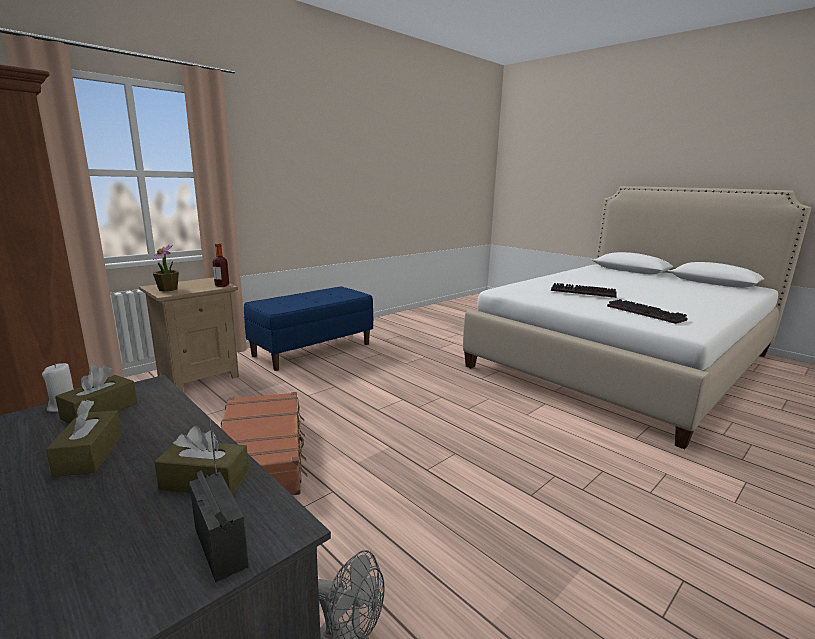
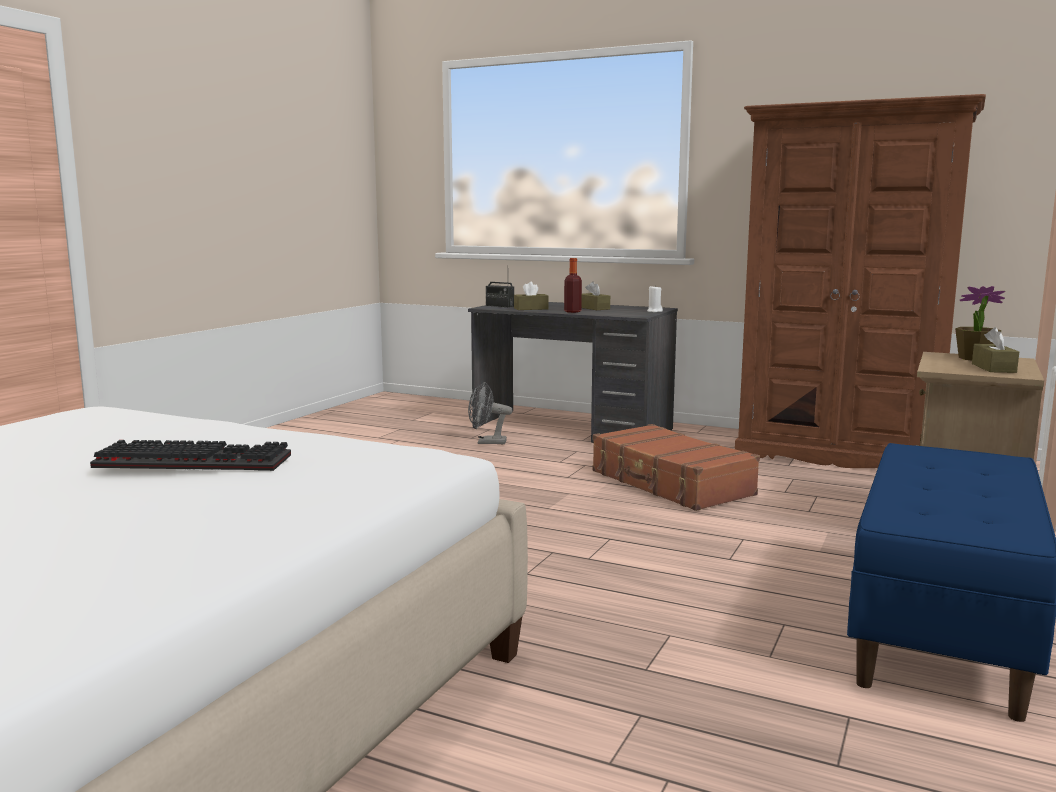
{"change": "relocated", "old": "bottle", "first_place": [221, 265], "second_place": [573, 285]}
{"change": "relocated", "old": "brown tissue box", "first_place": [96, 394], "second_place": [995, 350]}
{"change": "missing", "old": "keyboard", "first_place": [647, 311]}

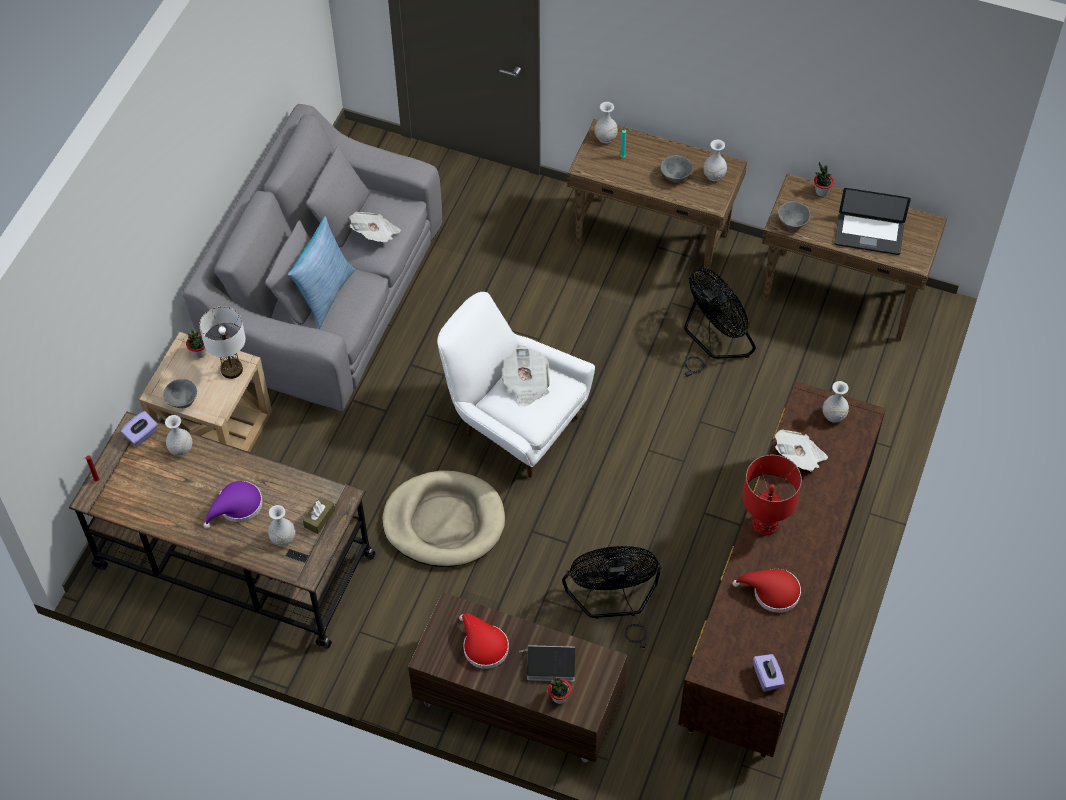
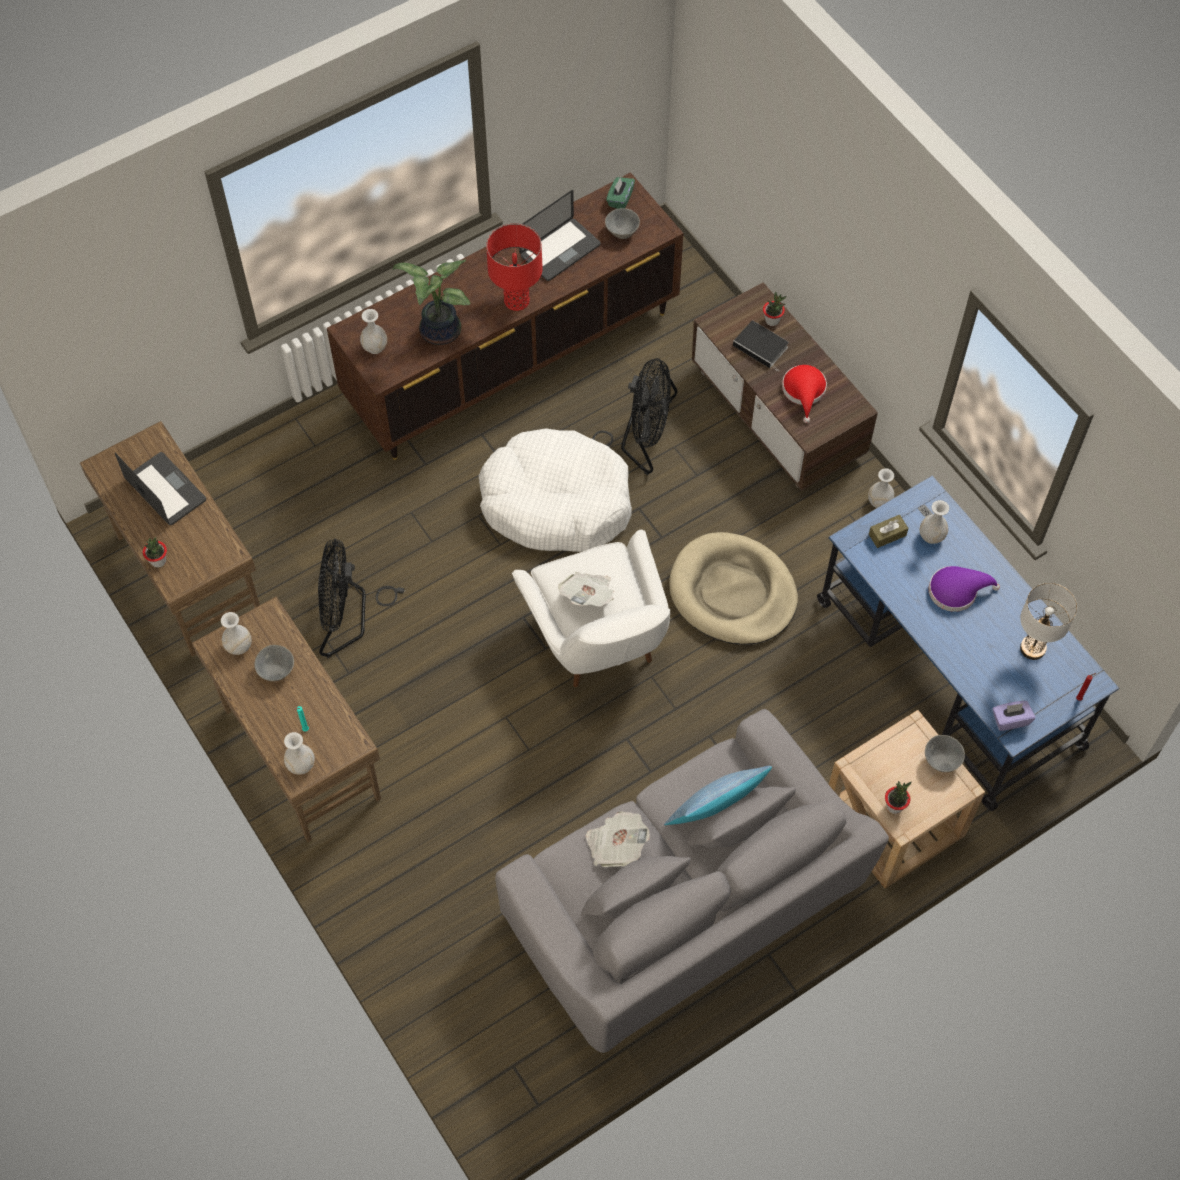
{"change": "exchanged", "old": "newspaper", "new": "potted plant", "first_place": [801, 450], "second_place": [432, 302]}
{"change": "appeared", "new": "white dog bed", "second_place": [555, 490]}
{"change": "exchanged", "old": "red hat", "new": "laptop", "first_place": [767, 591], "second_place": [560, 235]}
{"change": "spun", "old": "black fan", "first_place": [612, 597], "second_place": [634, 416], "degrees": -105}
{"change": "relocated", "old": "grey bowl", "first_place": [794, 215], "second_place": [622, 223]}
{"change": "colour", "old": "purple tissue box", "new": "green tissue box", "first_place": [769, 673], "second_place": [620, 193]}
{"change": "colour", "old": "brown desk", "new": "blue desk", "first_place": [222, 529], "second_place": [968, 643]}
{"change": "relocated", "old": "white vase", "first_place": [179, 435], "second_place": [881, 488]}
{"change": "relocated", "old": "table lamp", "first_place": [222, 343], "second_place": [1048, 621]}

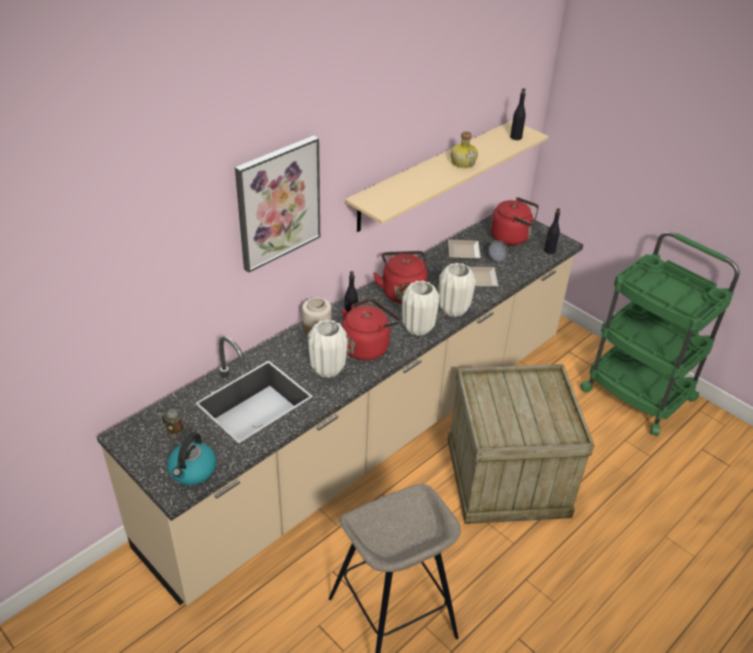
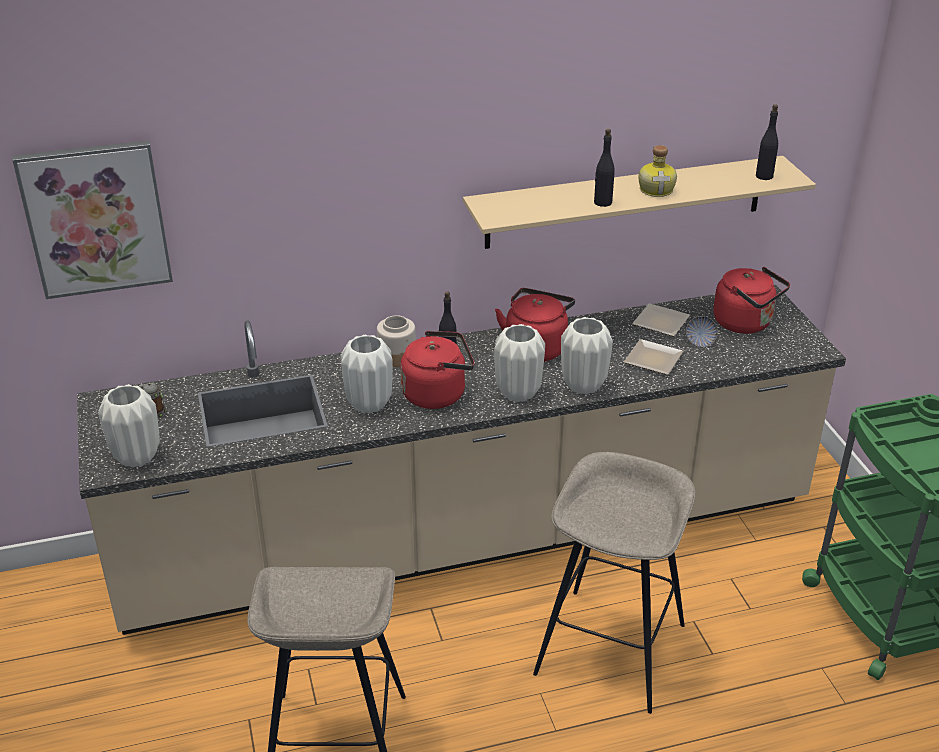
{"change": "relocated", "old": "picture", "first_place": [277, 204], "second_place": [92, 219]}
{"change": "exchanged", "old": "kettle", "new": "white vase", "first_place": [191, 458], "second_place": [129, 426]}
{"change": "exchanged", "old": "crate", "new": "grey stool", "first_place": [521, 444], "second_place": [614, 583]}
{"change": "relocated", "old": "black bottle", "first_place": [552, 231], "second_place": [604, 168]}

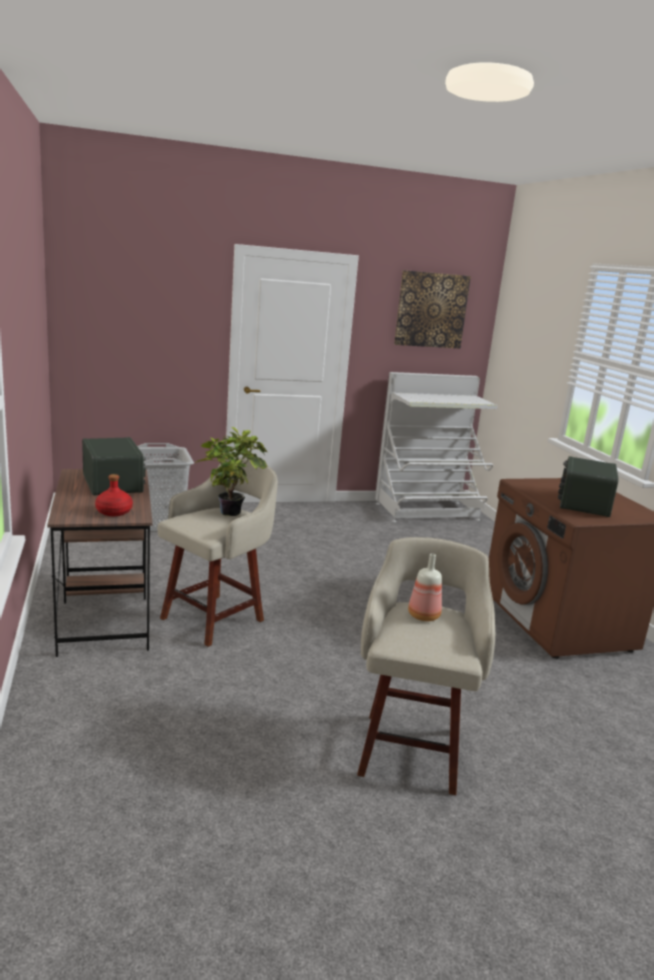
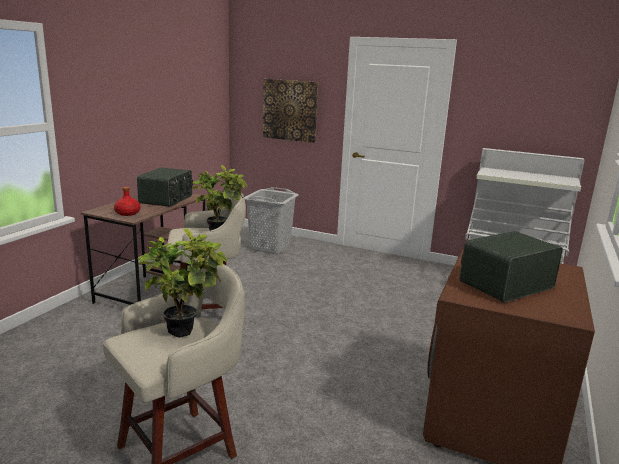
{"change": "exchanged", "old": "bottle", "new": "potted plant", "first_place": [425, 587], "second_place": [182, 283]}
{"change": "relocated", "old": "picture", "first_place": [432, 309], "second_place": [290, 111]}

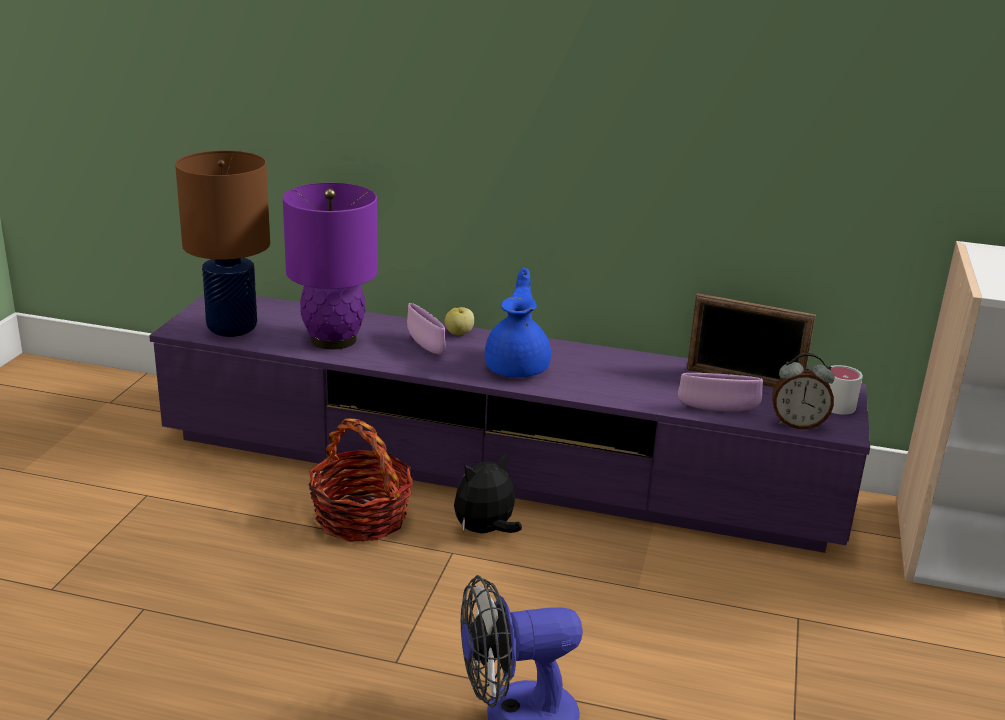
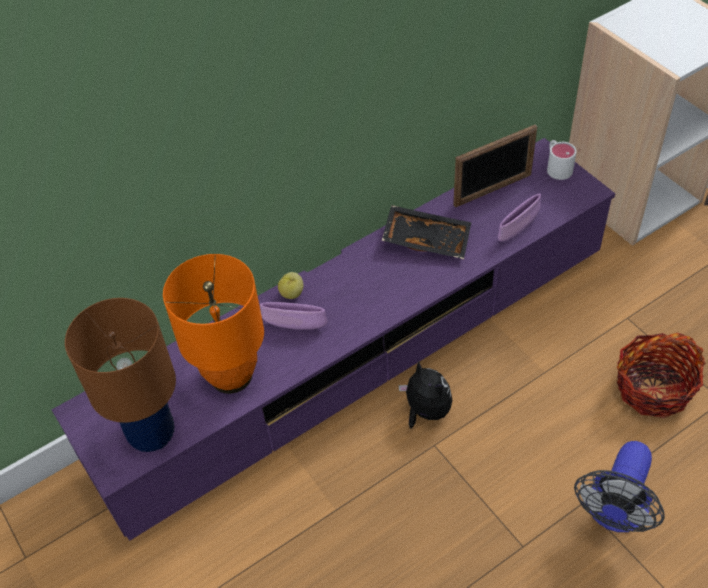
{"change": "colour", "old": "purple table lamp", "new": "orange table lamp", "first_place": [330, 266], "second_place": [213, 324]}
{"change": "appeared", "new": "black tray", "second_place": [427, 232]}
{"change": "spun", "old": "plush toy", "first_place": [488, 493], "second_place": [425, 394], "degrees": 135}
{"change": "relocated", "old": "basket", "first_place": [360, 480], "second_place": [661, 375]}
{"change": "missing", "old": "blue teapot", "first_place": [518, 323]}
{"change": "missing", "old": "alarm clock", "first_place": [803, 391]}

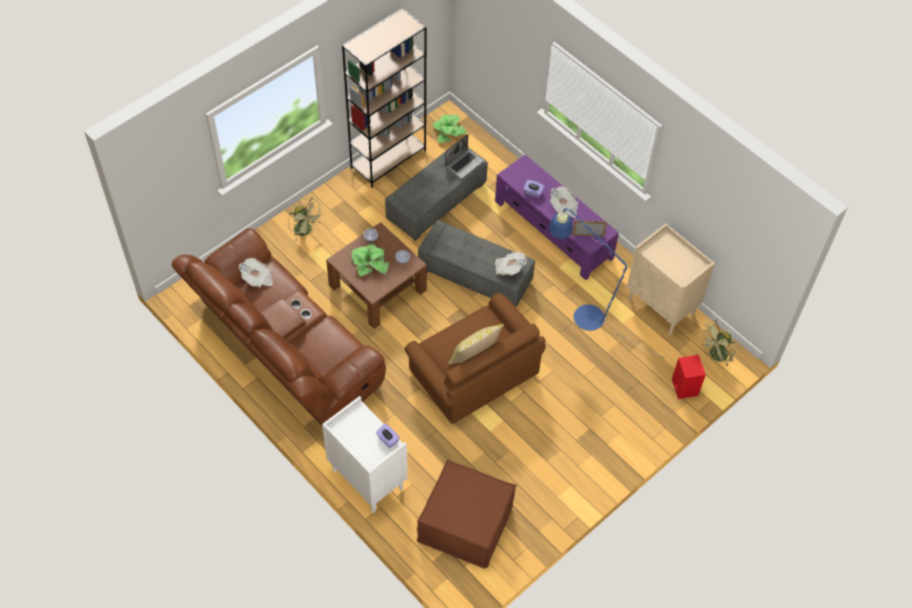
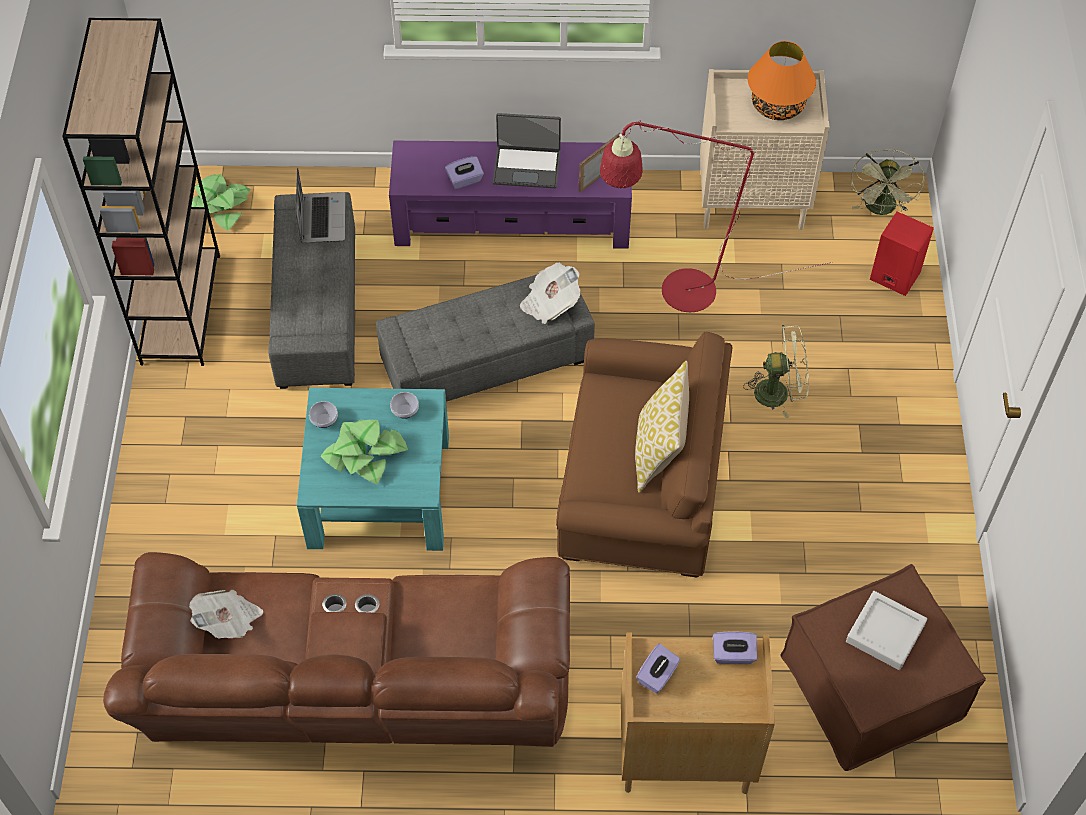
{"change": "colour", "old": "brown coffee table", "new": "turquoise coffee table", "first_place": [376, 275], "second_place": [373, 469]}
{"change": "exchanged", "old": "newspaper", "new": "laptop", "first_place": [564, 202], "second_place": [527, 150]}
{"change": "colour", "old": "blue floor lamp", "new": "red floor lamp", "first_place": [607, 283], "second_place": [716, 216]}
{"change": "colour", "old": "white cabinet", "new": "brown cabinet", "first_place": [364, 454], "second_place": [698, 713]}
{"change": "appeared", "new": "purple tissue box", "second_place": [658, 669]}
{"change": "relocated", "old": "green fan", "first_place": [306, 219], "second_place": [776, 371]}
{"change": "appeared", "new": "orange table lamp", "second_place": [782, 80]}
{"change": "appeared", "new": "grey tray", "second_place": [886, 630]}

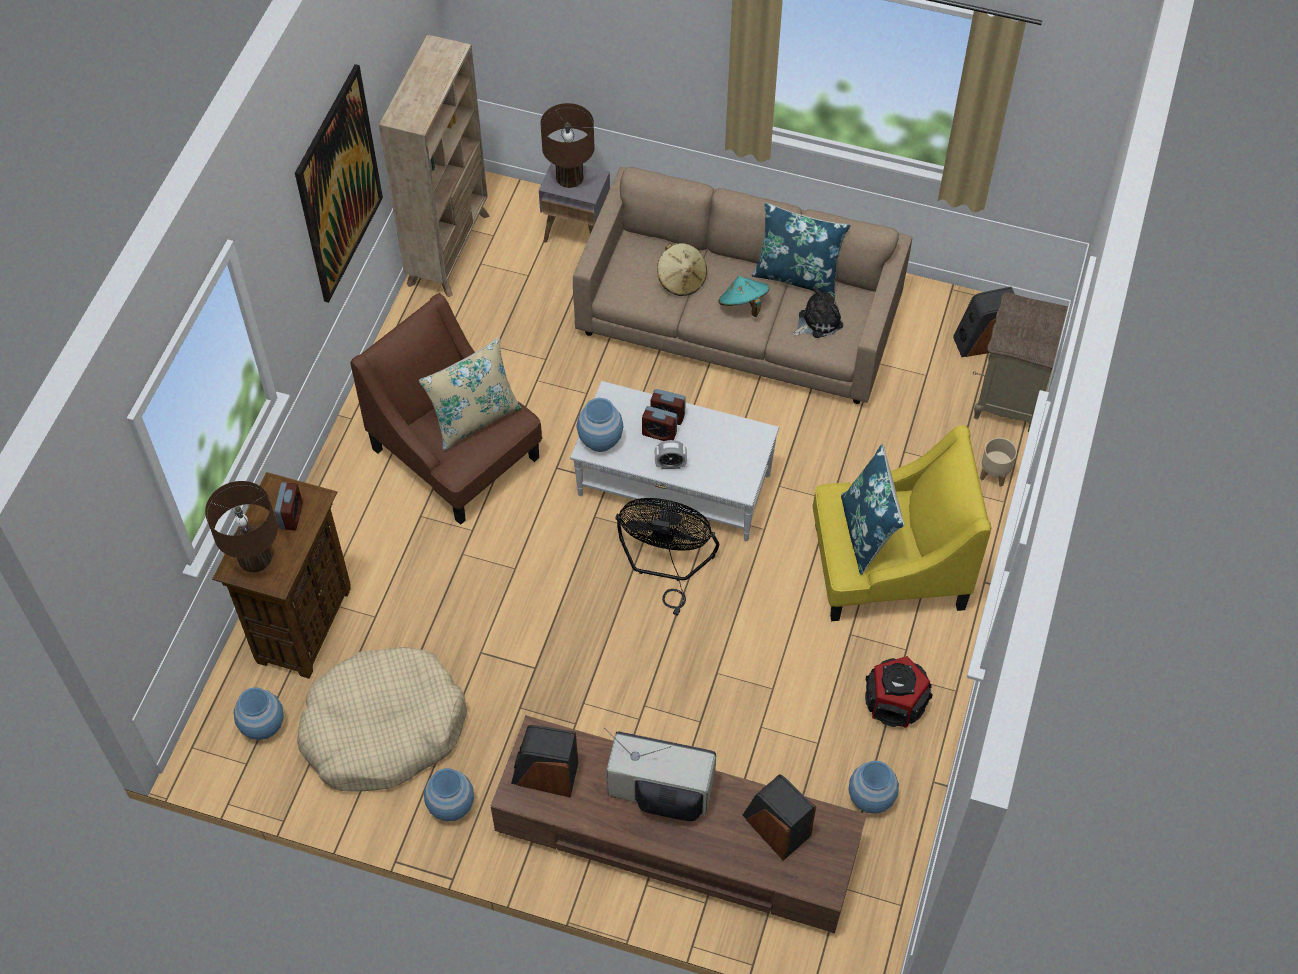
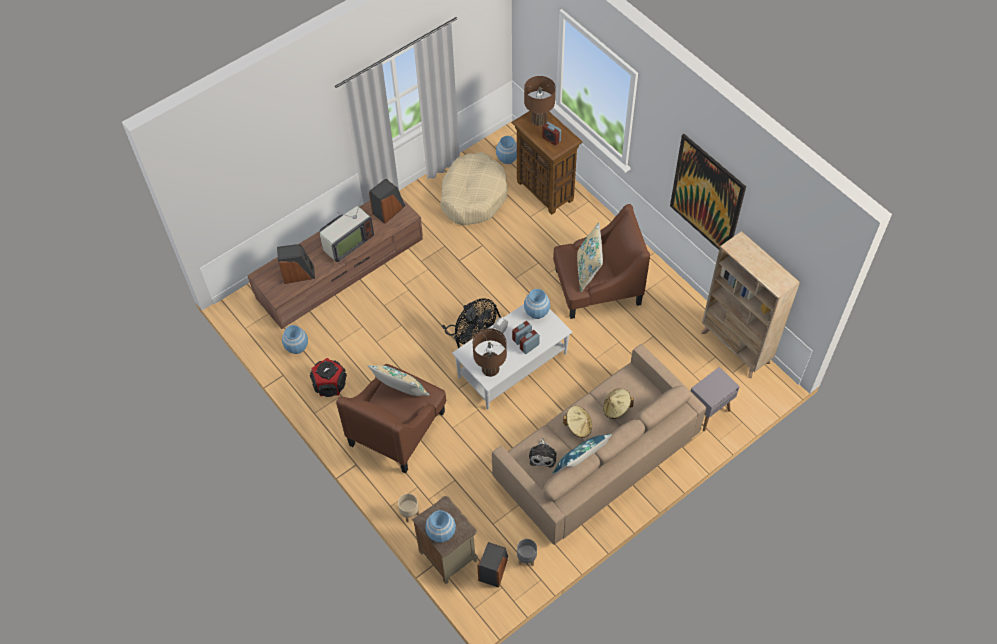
{"change": "colour", "old": "yellow armchair", "new": "brown armchair", "first_place": [902, 523], "second_place": [391, 418]}
{"change": "colour", "old": "blue pillow", "new": "beige pillow", "first_place": [872, 509], "second_place": [398, 380]}
{"change": "relocated", "old": "blue vase", "first_place": [449, 794], "second_place": [440, 526]}
{"change": "relocated", "old": "brown table lamp", "first_place": [567, 145], "second_place": [490, 352]}
{"change": "appeared", "new": "grey planter", "second_place": [527, 552]}
{"change": "colour", "old": "turquoise hat", "new": "beige hat", "first_place": [743, 296], "second_place": [577, 422]}

